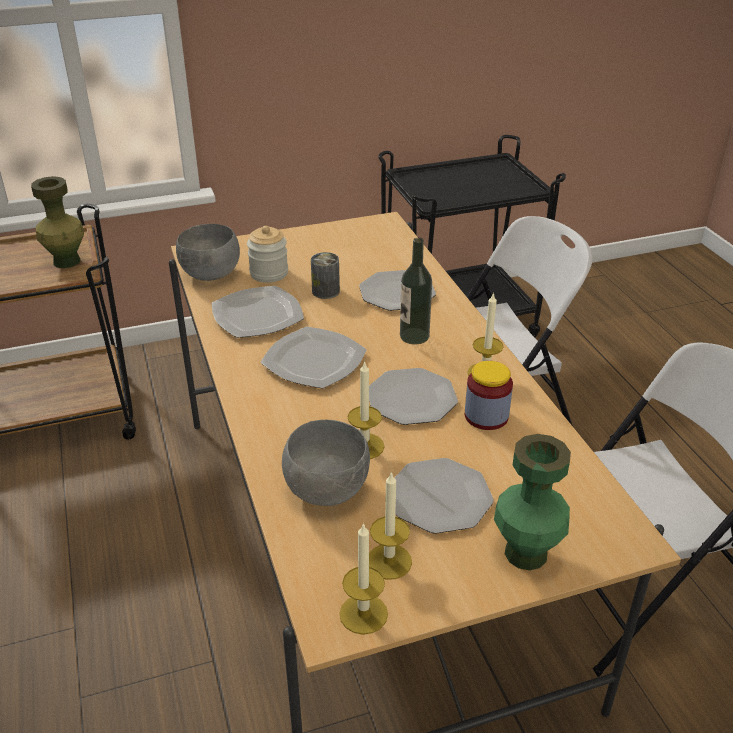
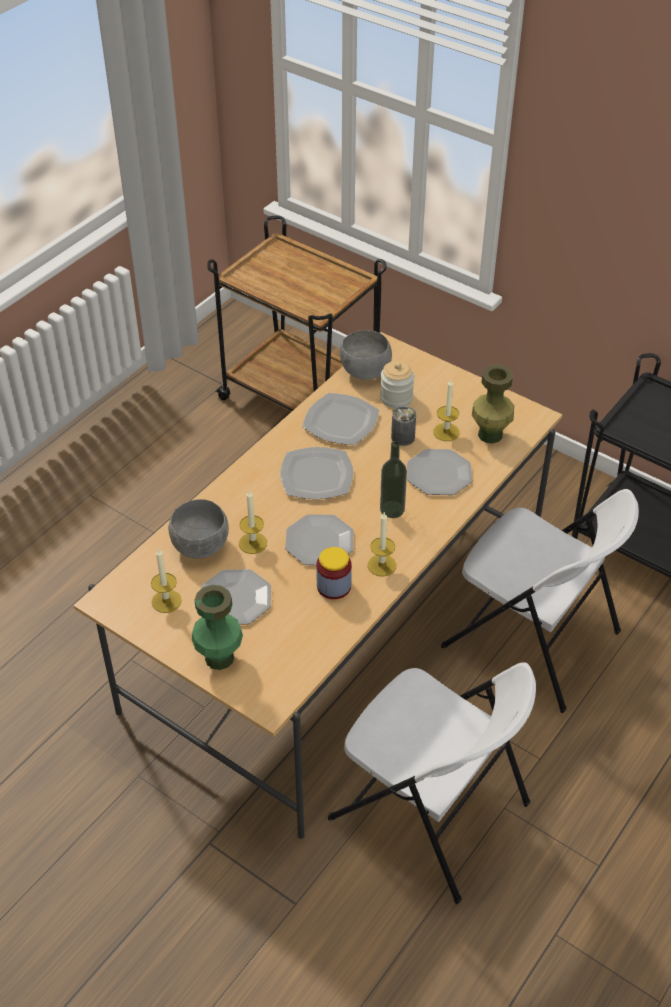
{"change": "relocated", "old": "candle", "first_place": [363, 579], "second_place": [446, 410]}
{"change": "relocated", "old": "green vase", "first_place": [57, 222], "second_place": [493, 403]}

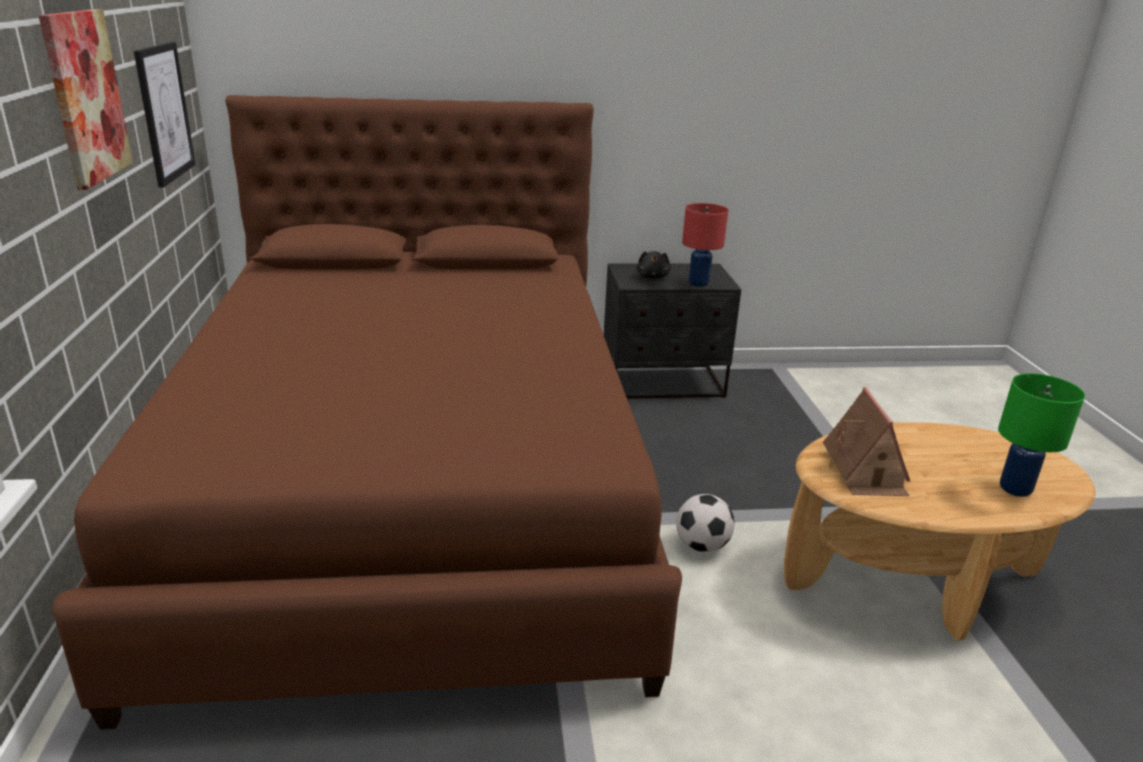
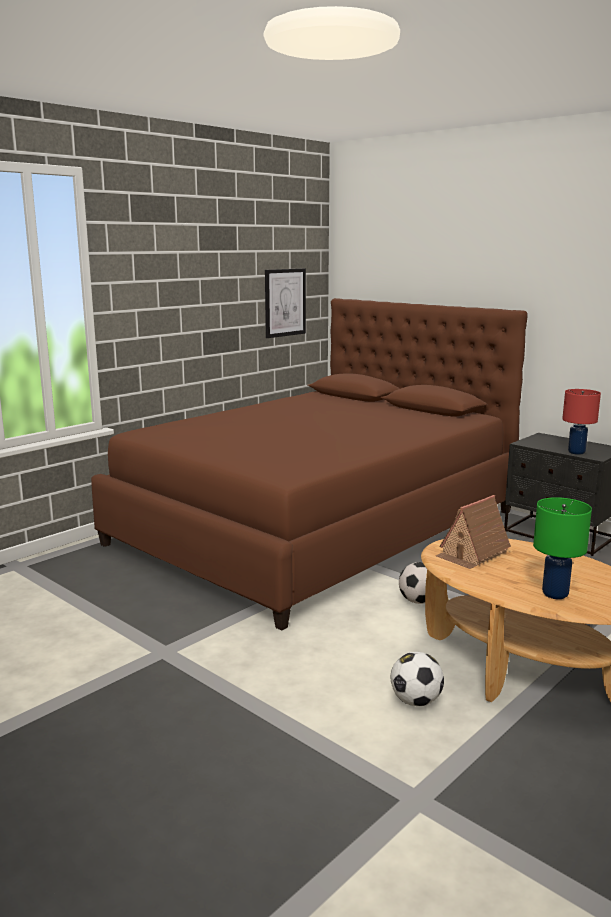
{"change": "appeared", "new": "football", "second_place": [417, 679]}
{"change": "missing", "old": "picture", "first_place": [85, 99]}
{"change": "missing", "old": "black plush toy", "first_place": [653, 265]}

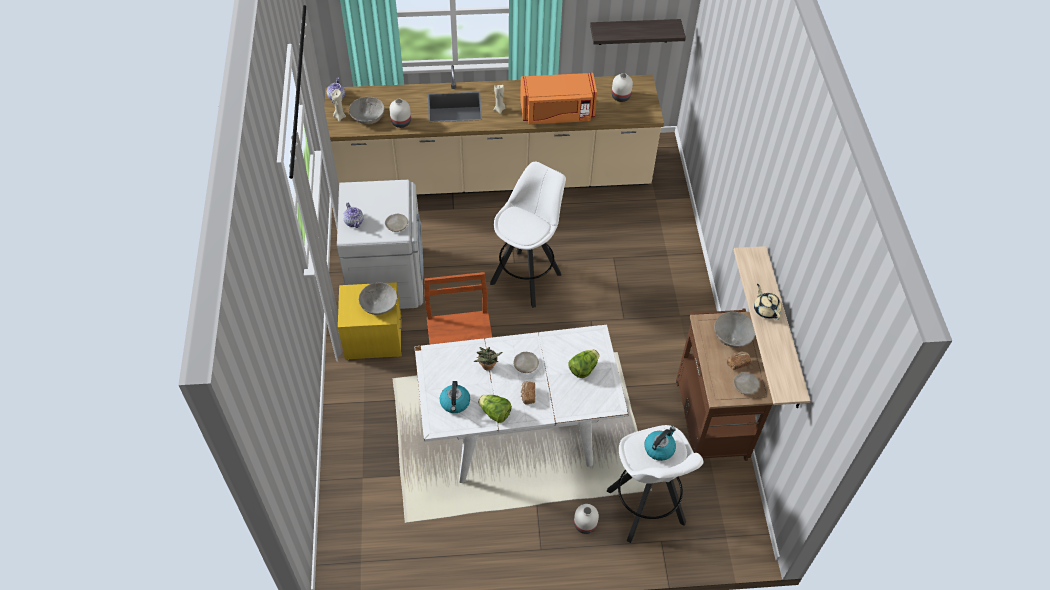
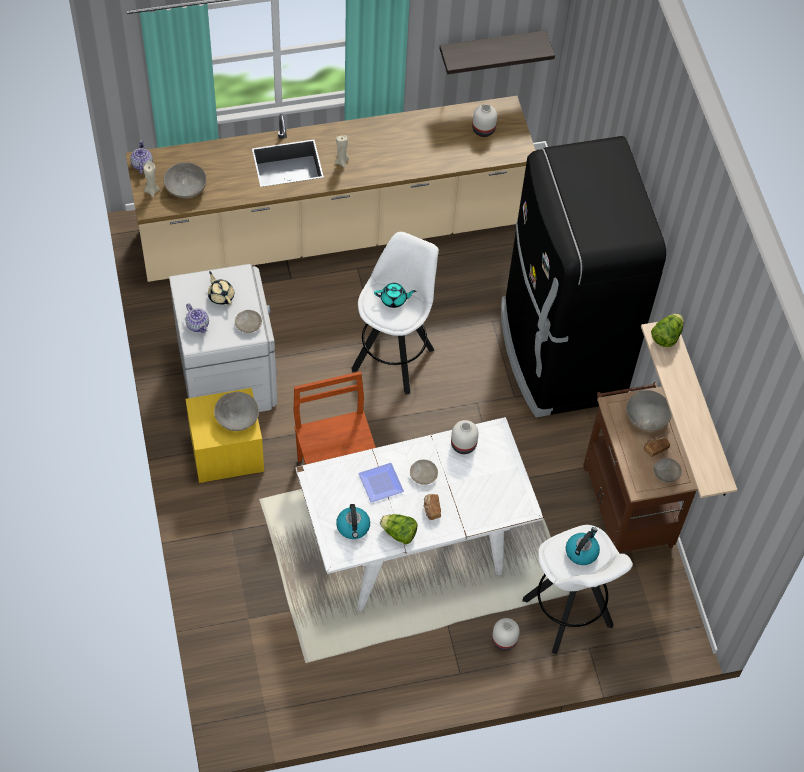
{"change": "relocated", "old": "beige teapot", "first_place": [767, 302], "second_place": [221, 288]}
{"change": "exchanged", "old": "potted plant", "new": "plate", "first_place": [488, 358], "second_place": [381, 483]}
{"change": "appeared", "new": "turquoise teapot", "second_place": [395, 295]}
{"change": "relocated", "old": "white vase", "first_place": [400, 113], "second_place": [465, 437]}
{"change": "appeared", "new": "black fridge", "second_place": [583, 276]}
{"change": "relocated", "old": "lettuce", "first_place": [583, 364], "second_place": [667, 330]}
{"change": "missing", "old": "orange microwave", "first_place": [558, 99]}

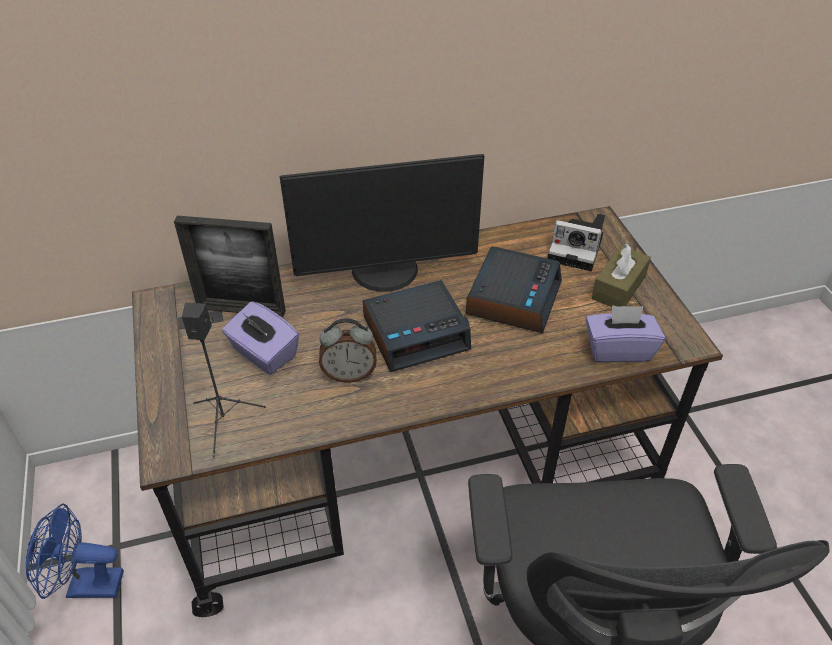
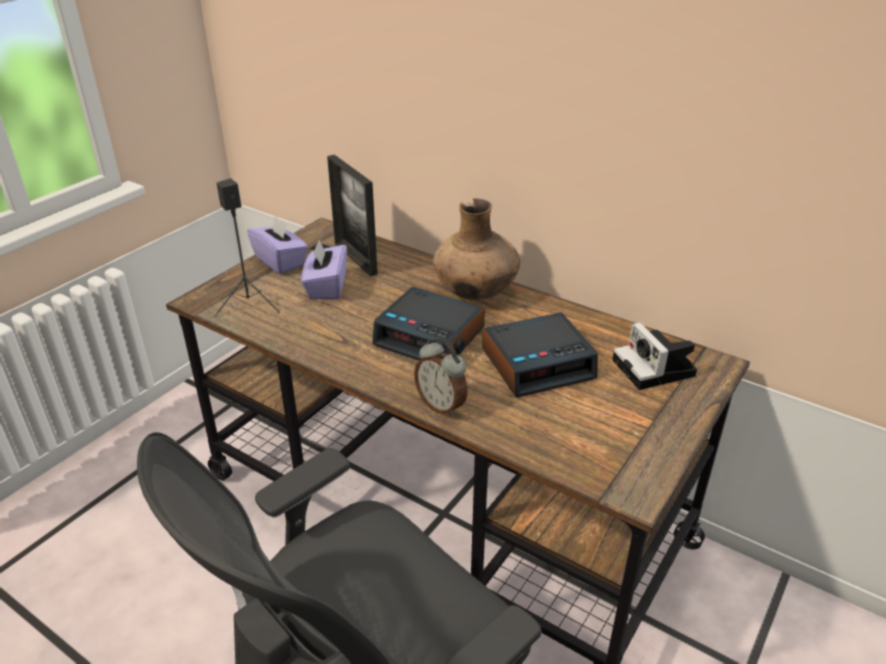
{"change": "relocated", "old": "purple tissue box", "first_place": [625, 334], "second_place": [277, 244]}
{"change": "relocated", "old": "alarm clock", "first_place": [348, 350], "second_place": [441, 377]}
{"change": "exchanged", "old": "monitor", "new": "brown vase", "first_place": [382, 223], "second_place": [476, 249]}
{"change": "missing", "old": "blue fan", "first_place": [75, 551]}
{"change": "missing", "old": "brown tissue box", "first_place": [621, 275]}

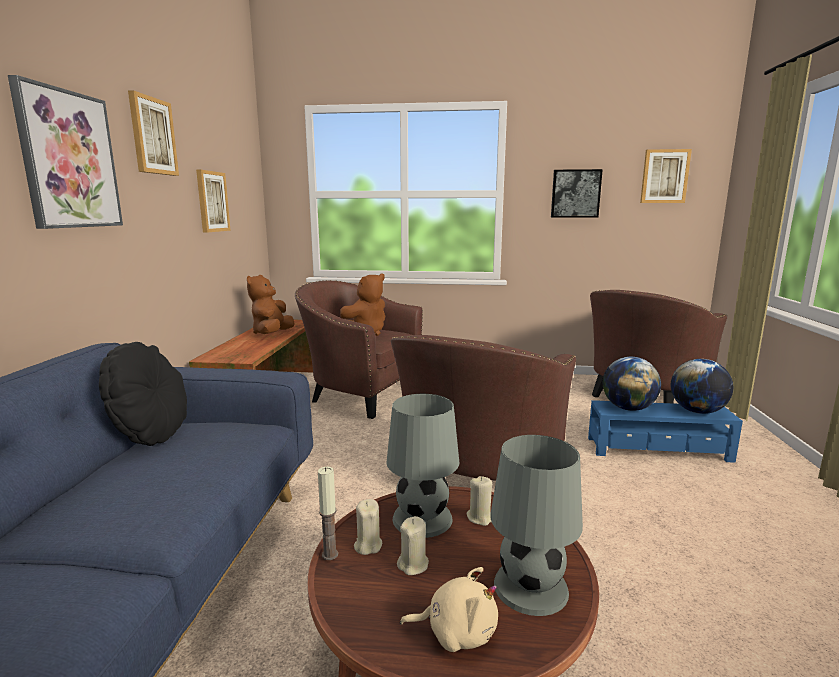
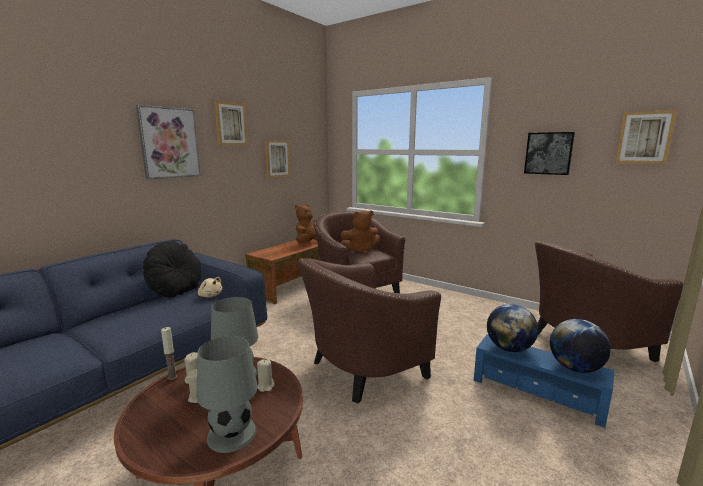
{"change": "relocated", "old": "beige plush toy", "first_place": [449, 609], "second_place": [210, 287]}

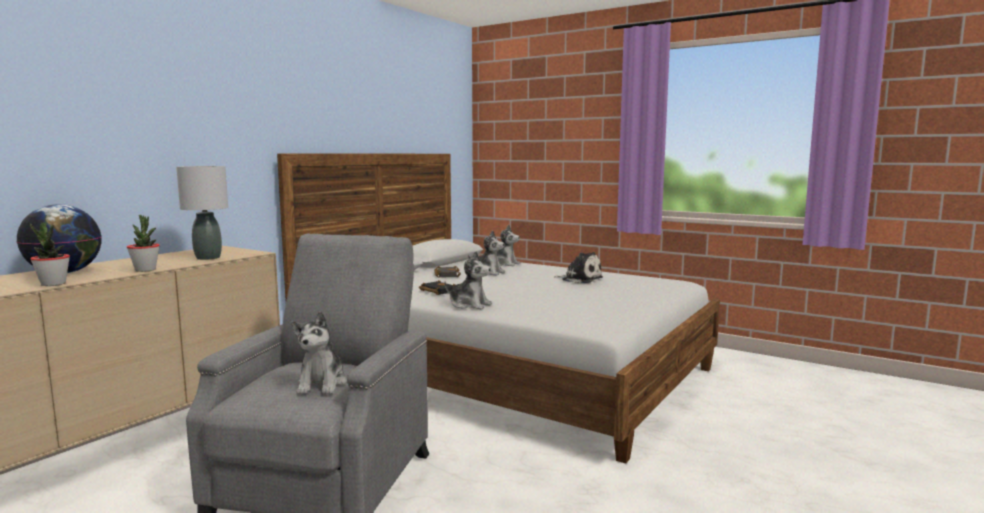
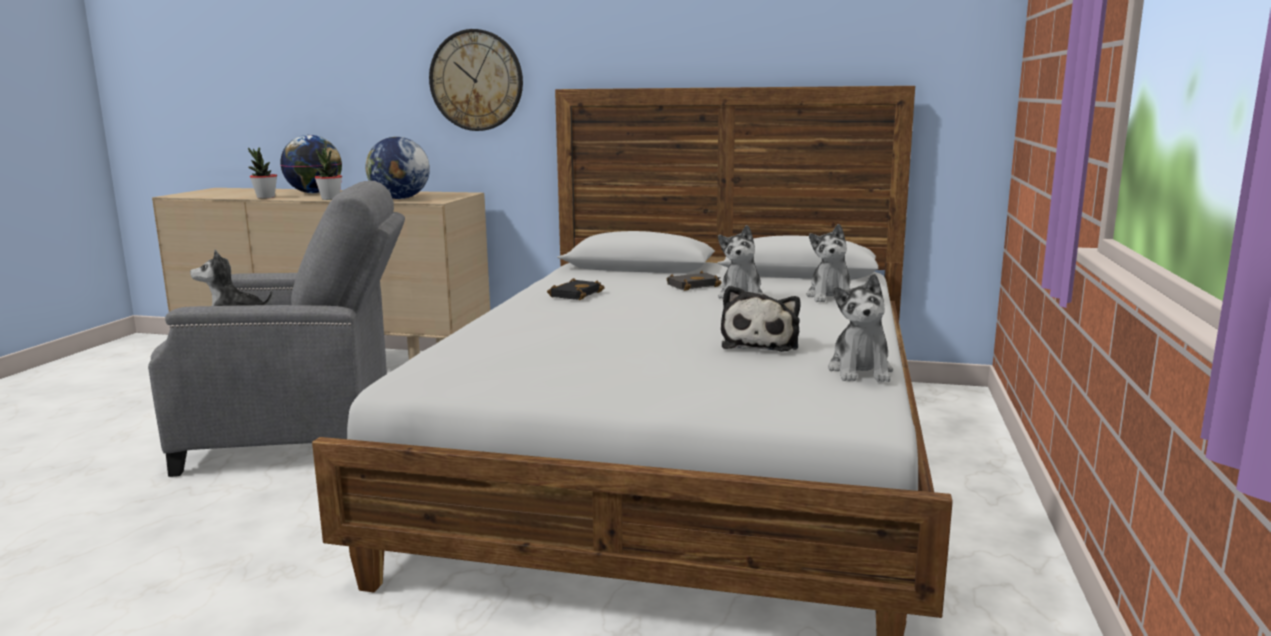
{"change": "exchanged", "old": "grey table lamp", "new": "globe", "first_place": [202, 213], "second_place": [397, 168]}
{"change": "appeared", "new": "wall clock", "second_place": [476, 80]}
{"change": "relocated", "old": "plush toy", "first_place": [468, 280], "second_place": [860, 328]}

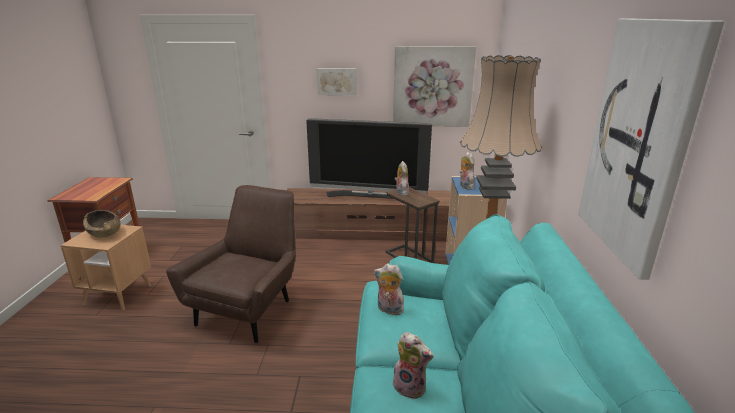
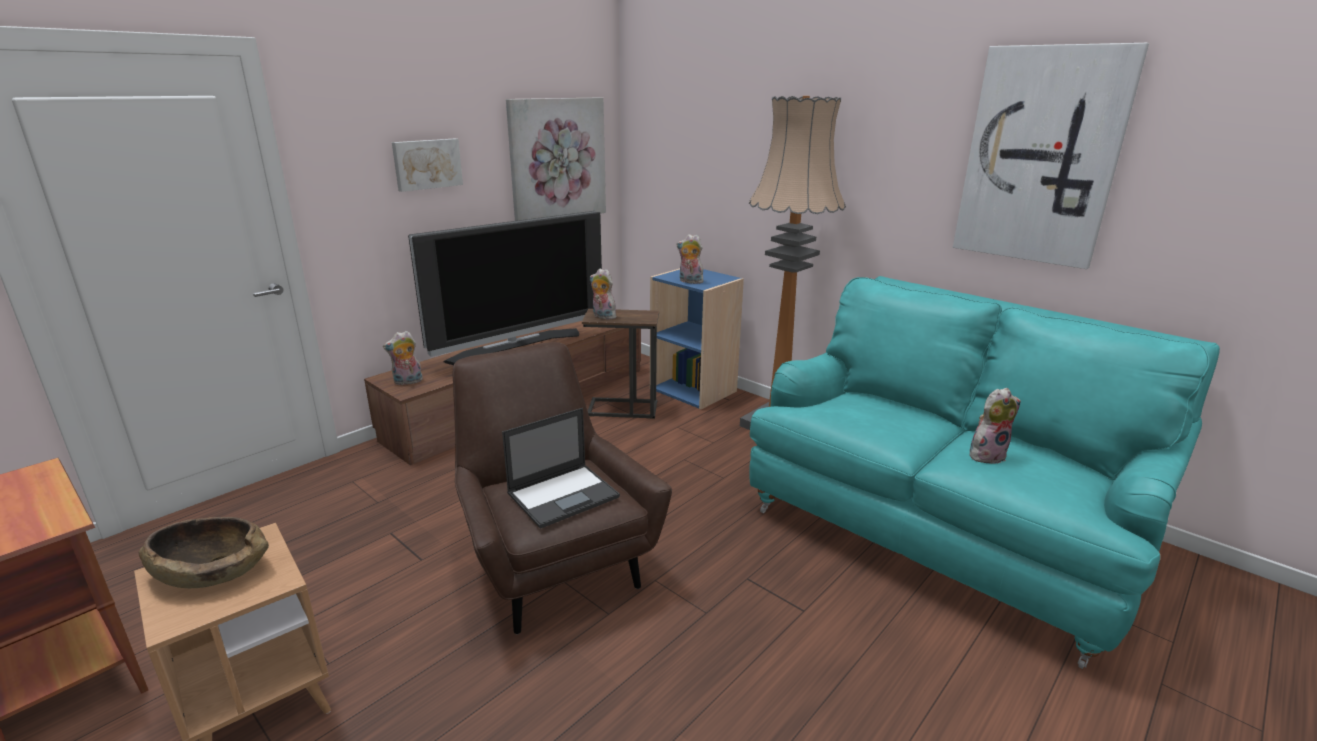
{"change": "relocated", "old": "plush toy", "first_place": [389, 289], "second_place": [403, 358]}
{"change": "appeared", "new": "laptop", "second_place": [561, 468]}

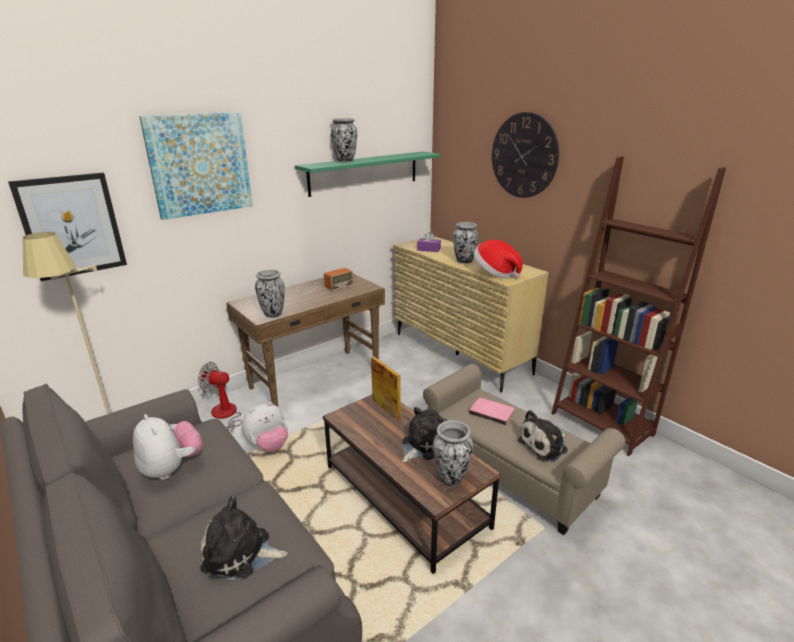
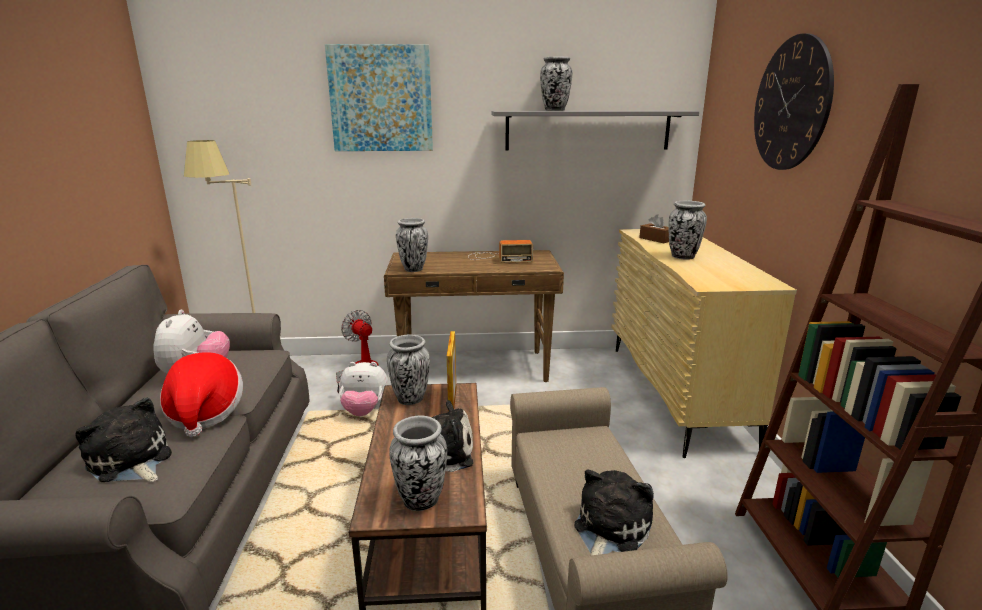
{"change": "relocated", "old": "hat", "first_place": [498, 259], "second_place": [201, 394]}
{"change": "appeared", "new": "vase", "second_place": [408, 370]}
{"change": "colour", "old": "green shelf", "new": "grey shelf", "first_place": [368, 174], "second_place": [595, 130]}
{"change": "spun", "old": "plush toy", "first_place": [543, 435], "second_place": [614, 512], "degrees": 120}
{"change": "colour", "old": "purple tissue box", "new": "brown tissue box", "first_place": [429, 242], "second_place": [654, 228]}
{"change": "missing", "old": "picture", "first_place": [67, 227]}
{"change": "missing", "old": "pink book", "first_place": [492, 411]}

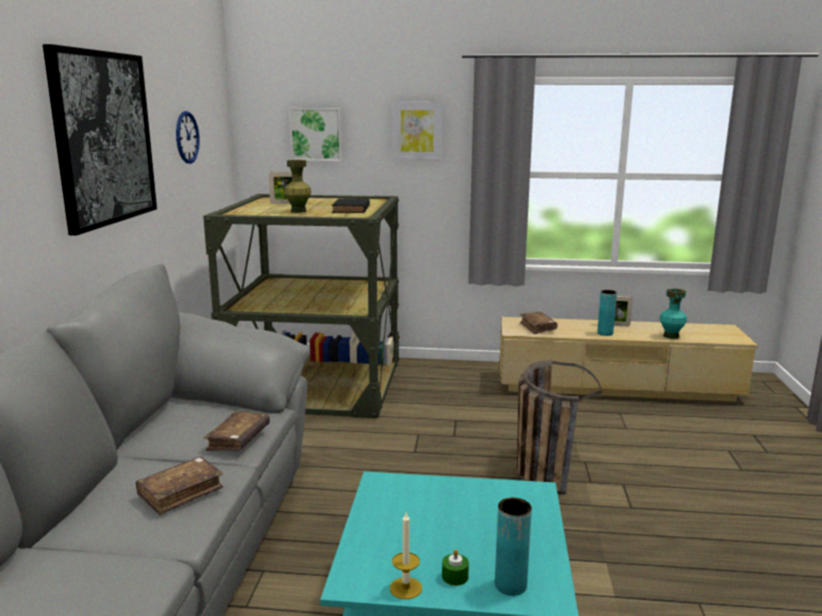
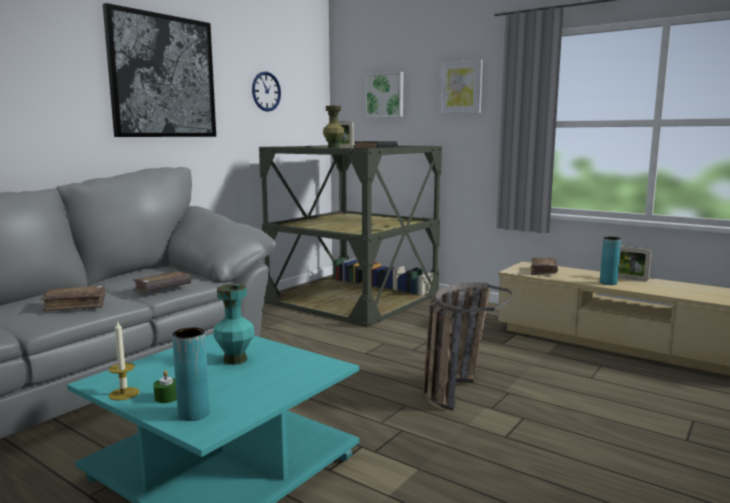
{"change": "relocated", "old": "turquoise vase", "first_place": [673, 313], "second_place": [234, 324]}

